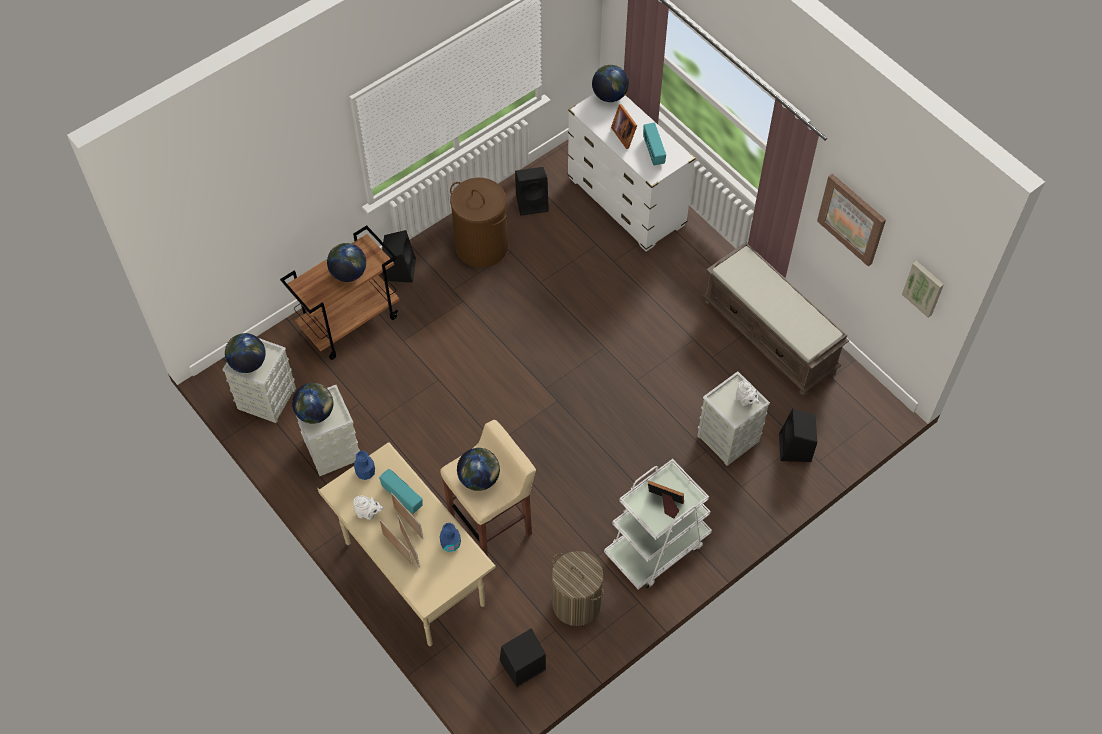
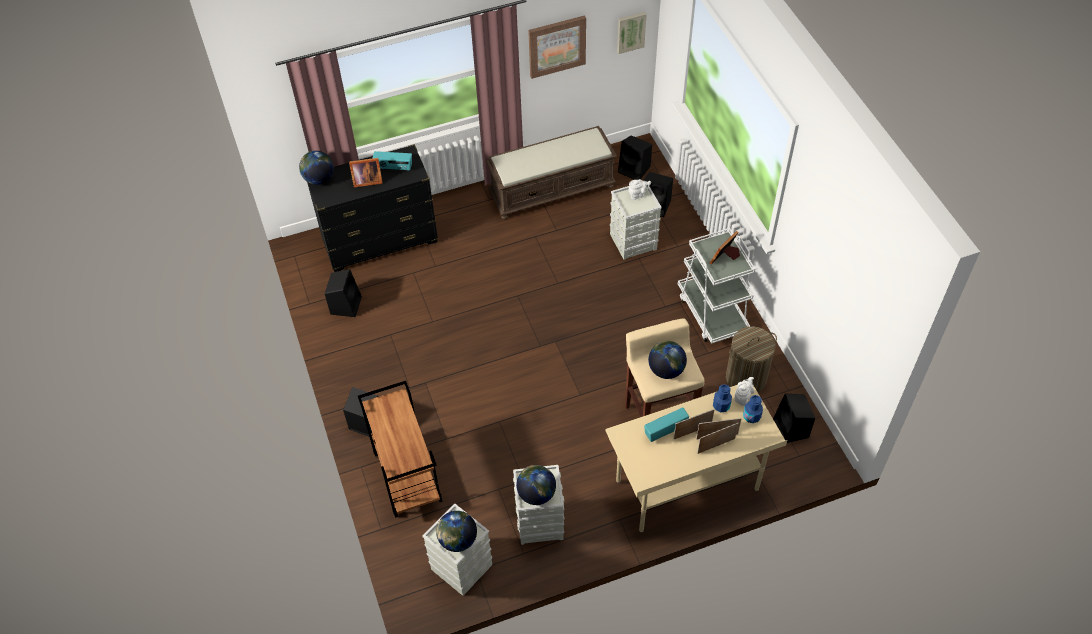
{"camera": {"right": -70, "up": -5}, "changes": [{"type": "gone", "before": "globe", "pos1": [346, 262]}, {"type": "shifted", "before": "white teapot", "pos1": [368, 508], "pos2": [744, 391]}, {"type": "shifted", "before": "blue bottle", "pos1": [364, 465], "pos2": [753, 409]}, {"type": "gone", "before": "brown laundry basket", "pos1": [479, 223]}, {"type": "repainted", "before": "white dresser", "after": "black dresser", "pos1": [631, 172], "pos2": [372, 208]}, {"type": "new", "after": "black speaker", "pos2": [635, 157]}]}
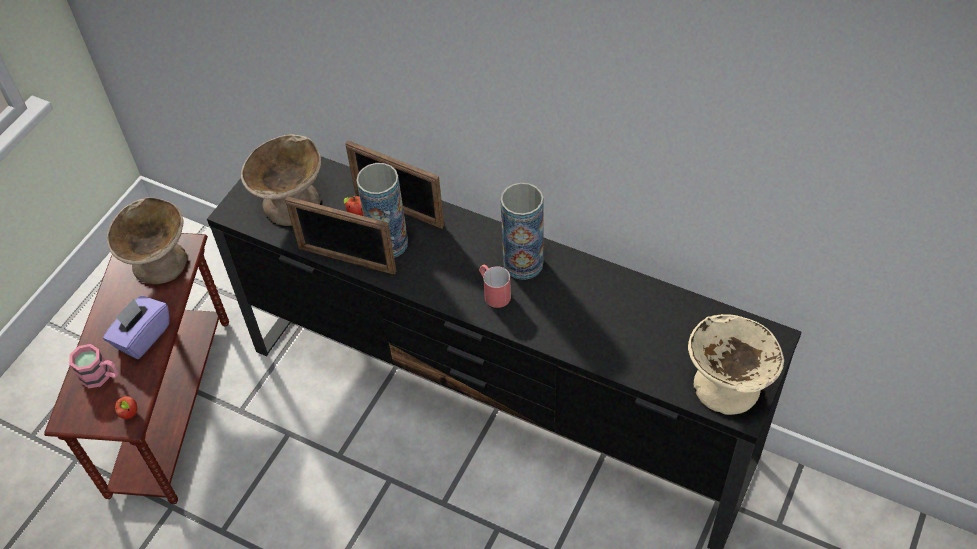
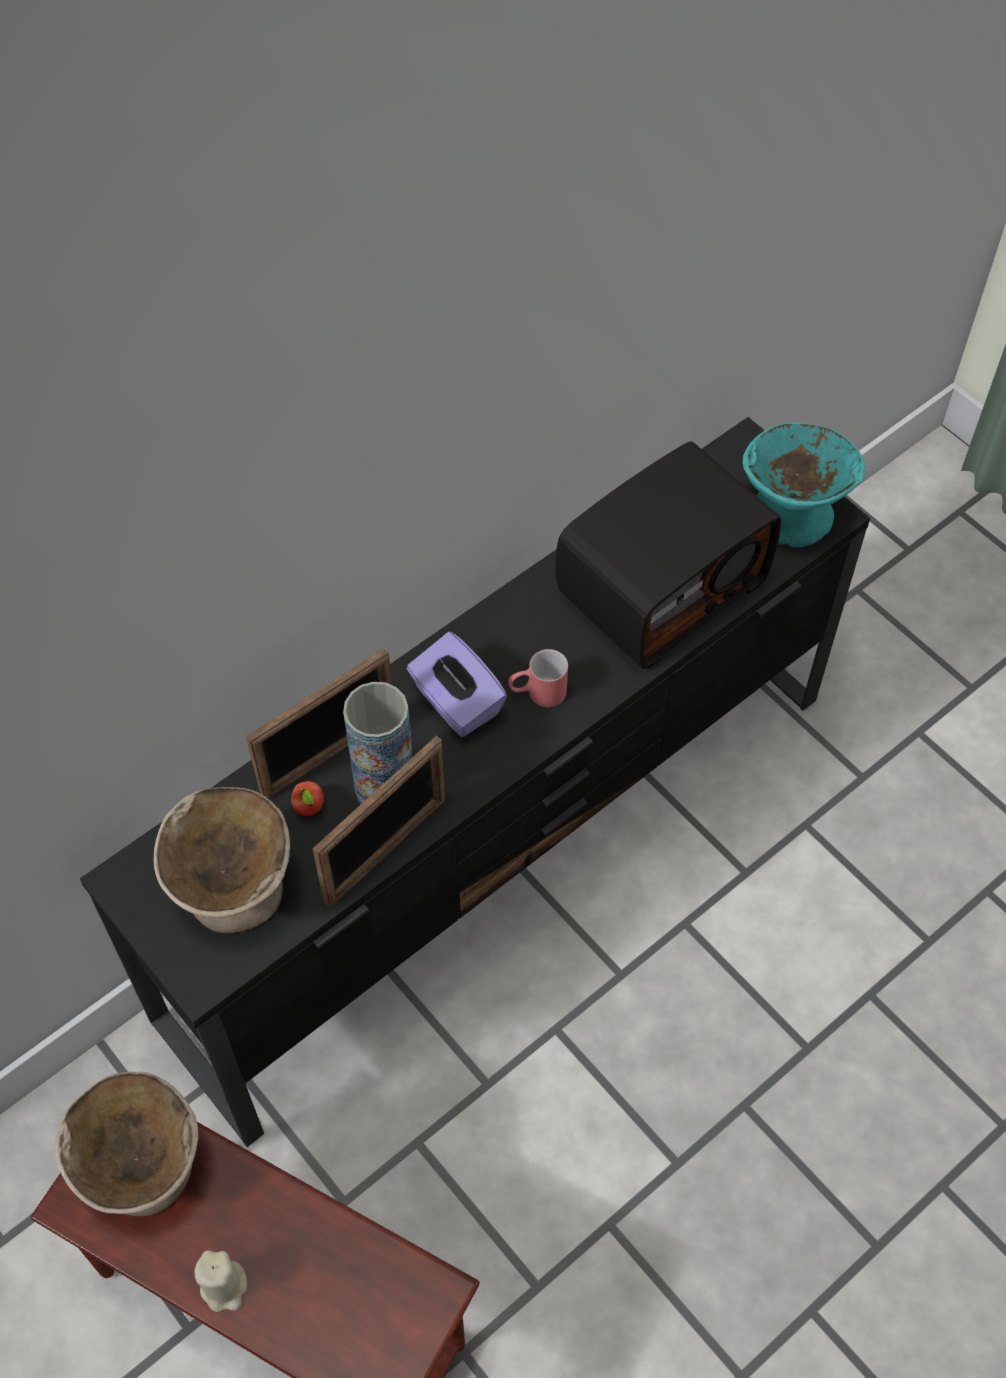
{"camera": {"right": -70, "up": 5}, "changes": [{"type": "gone", "before": "pink mug", "pos1": [94, 366]}, {"type": "shifted", "before": "purple tissue box", "pos1": [136, 327], "pos2": [457, 684]}, {"type": "gone", "before": "apple", "pos1": [126, 407]}, {"type": "gone", "before": "vase", "pos1": [522, 231]}, {"type": "repainted", "before": "beige bowl", "after": "turquoise bowl", "pos1": [736, 364], "pos2": [804, 485]}, {"type": "new", "after": "beige candle", "pos2": [221, 1281]}, {"type": "new", "after": "radio", "pos2": [668, 555]}]}
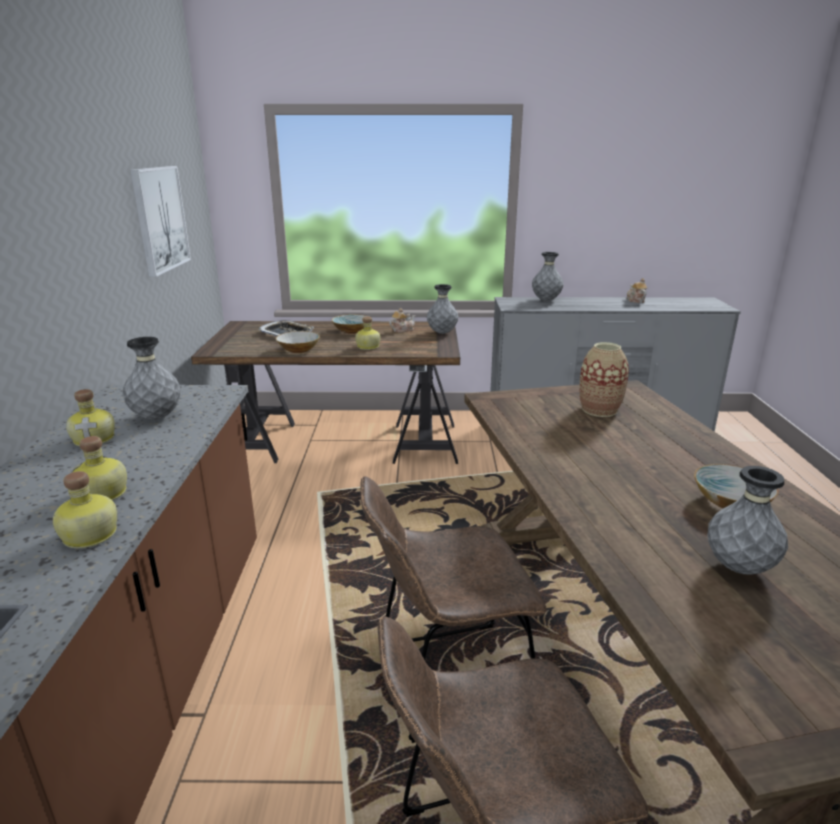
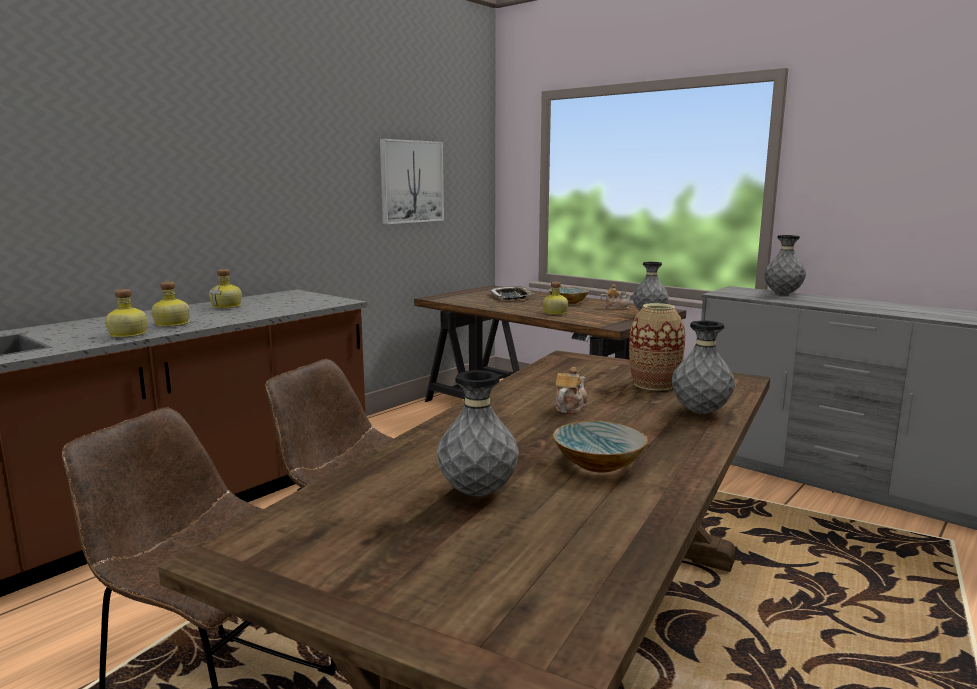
{"camera": {"right": 40, "up": -10}, "changes": [{"type": "shifted", "before": "grey vase", "pos1": [151, 378], "pos2": [703, 367]}, {"type": "gone", "before": "bowl", "pos1": [298, 342]}, {"type": "shifted", "before": "teapot", "pos1": [637, 290], "pos2": [570, 390]}]}
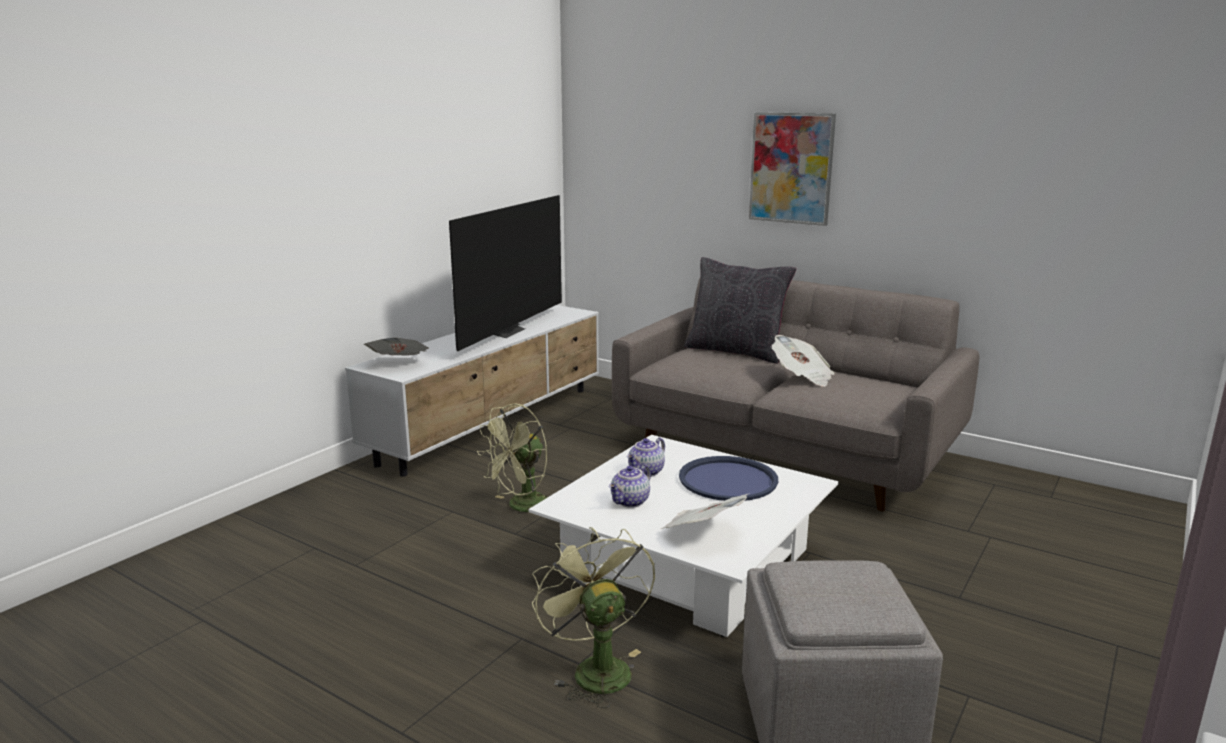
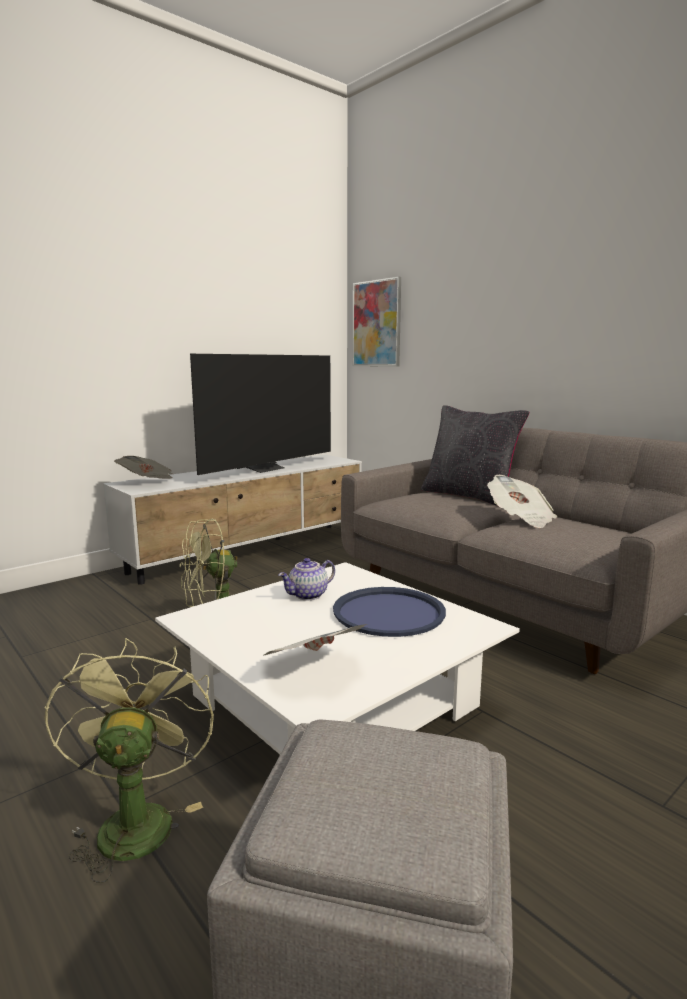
{"camera": {"right": 15, "up": -5}, "changes": [{"type": "gone", "before": "teapot", "pos1": [630, 486]}, {"type": "shifted", "before": "picture", "pos1": [792, 169], "pos2": [377, 322]}]}
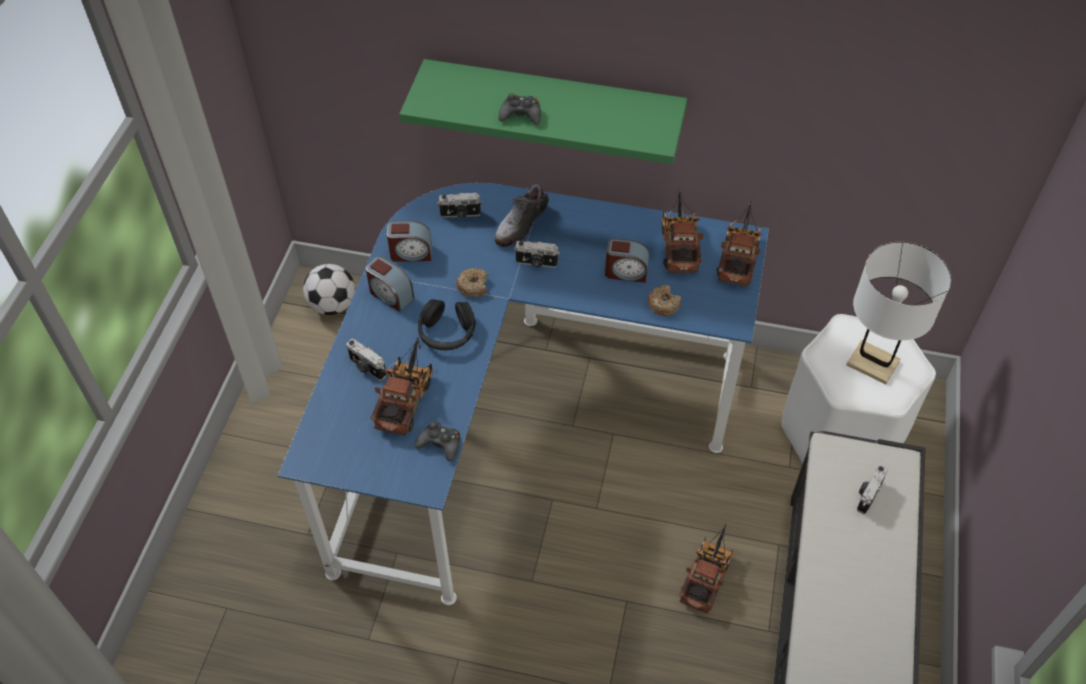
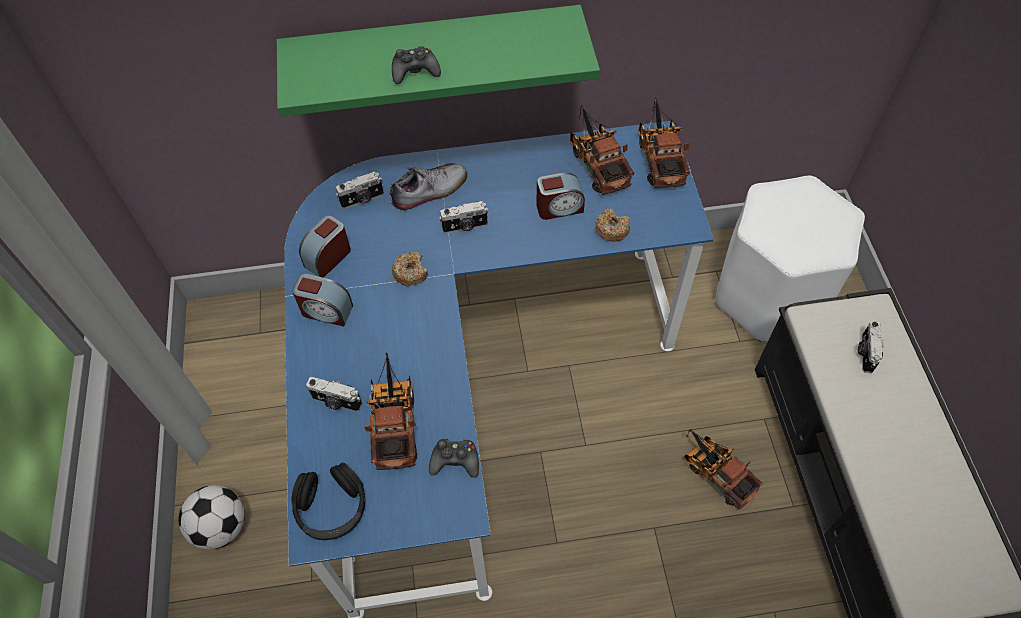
{"camera": {"right": -20, "up": 5}, "changes": [{"type": "shifted", "before": "football", "pos1": [329, 289], "pos2": [212, 517]}, {"type": "rotated", "before": "alarm clock", "pos1": [409, 241], "pos2": [325, 247], "turn": 150}, {"type": "shifted", "before": "black headphones", "pos1": [447, 324], "pos2": [328, 501]}, {"type": "rotated", "before": "shoe", "pos1": [522, 215], "pos2": [428, 187], "turn": -135}, {"type": "rotated", "before": "toy truck", "pos1": [706, 568], "pos2": [723, 469], "turn": -45}, {"type": "gone", "before": "white table lamp", "pos1": [898, 313]}]}
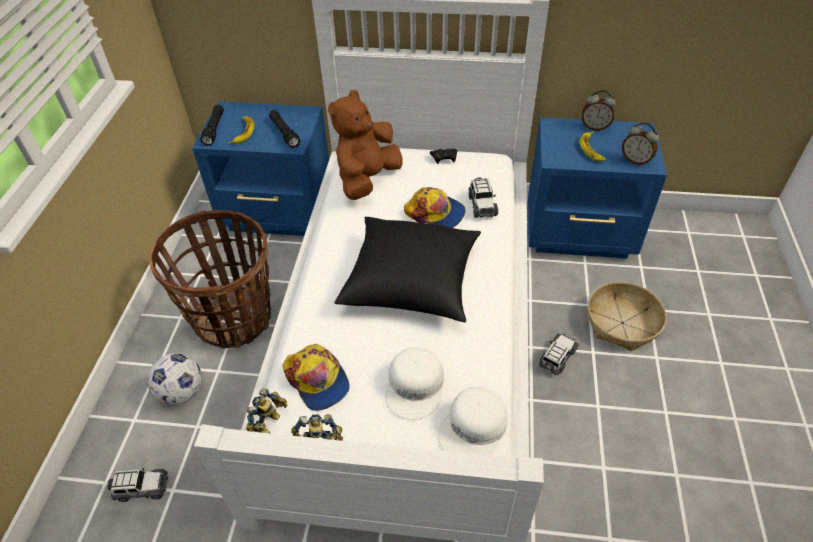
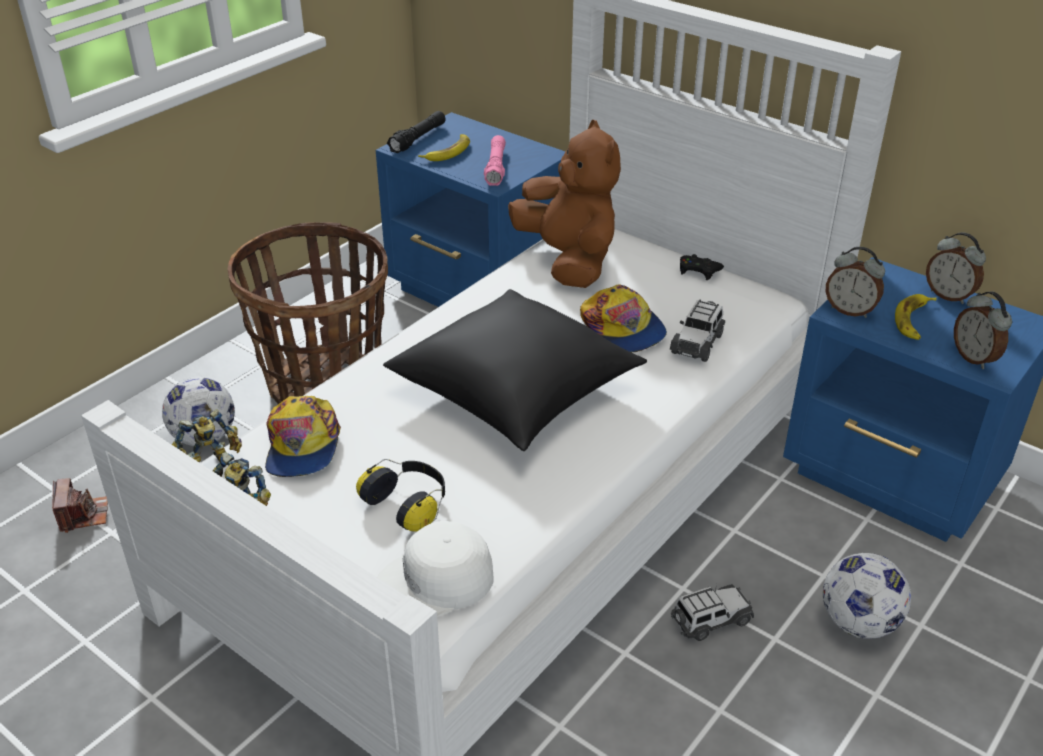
{"camera": {"right": 30, "up": -10}, "changes": [{"type": "swapped", "before": "toy car", "after": "photo camera", "pos1": [137, 485], "pos2": [80, 505]}, {"type": "repainted", "before": "black flashlight", "after": "pink flashlight", "pos1": [284, 129], "pos2": [495, 160]}, {"type": "rotated", "before": "brown plush toy", "pos1": [365, 145], "pos2": [564, 204], "turn": 90}, {"type": "swapped", "before": "white cap", "after": "headphones", "pos1": [414, 383], "pos2": [400, 495]}, {"type": "swapped", "before": "basket", "after": "football", "pos1": [627, 316], "pos2": [867, 596]}, {"type": "new", "after": "alarm clock", "pos2": [855, 282]}]}
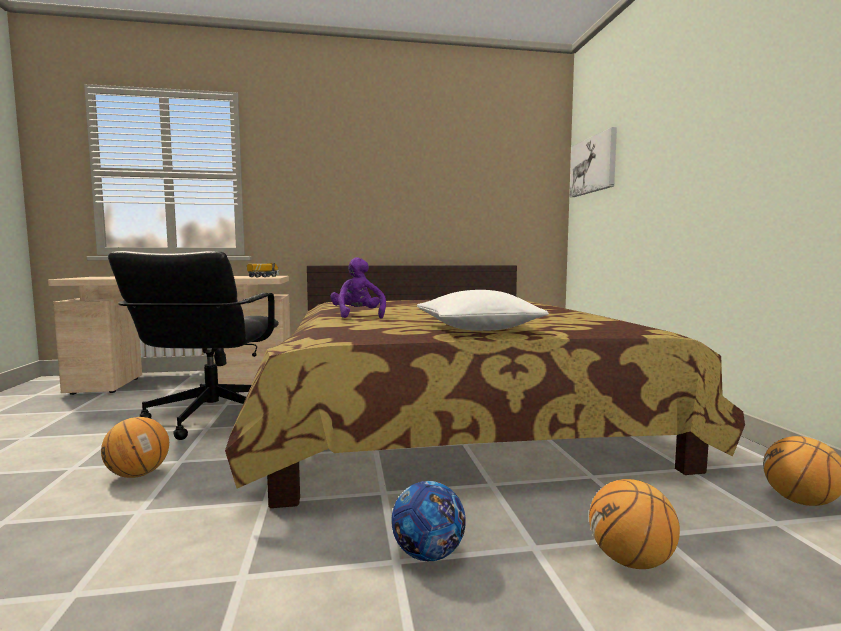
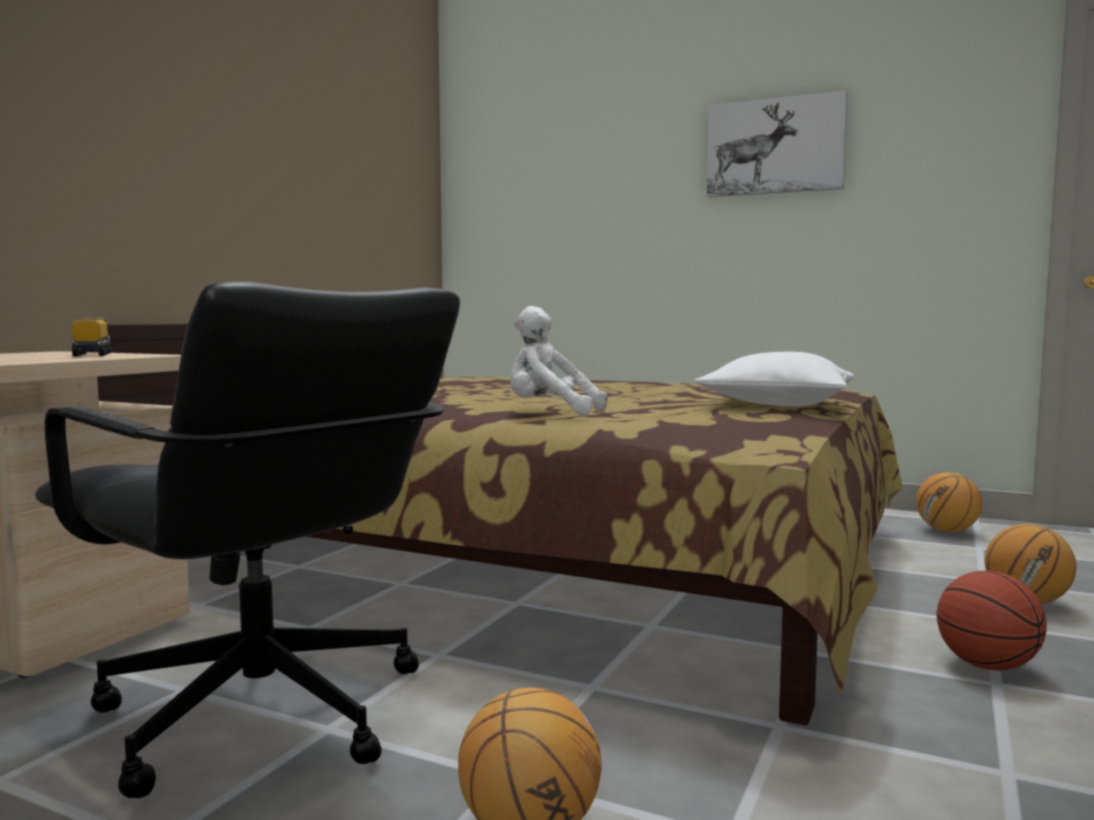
{"camera": {"right": -55, "up": 0}, "changes": [{"type": "repainted", "before": "purple plush toy", "after": "white plush toy", "pos1": [358, 288], "pos2": [558, 360]}, {"type": "swapped", "before": "football", "after": "basketball", "pos1": [429, 521], "pos2": [992, 621]}, {"type": "shifted", "before": "picture", "pos1": [593, 162], "pos2": [777, 143]}]}
